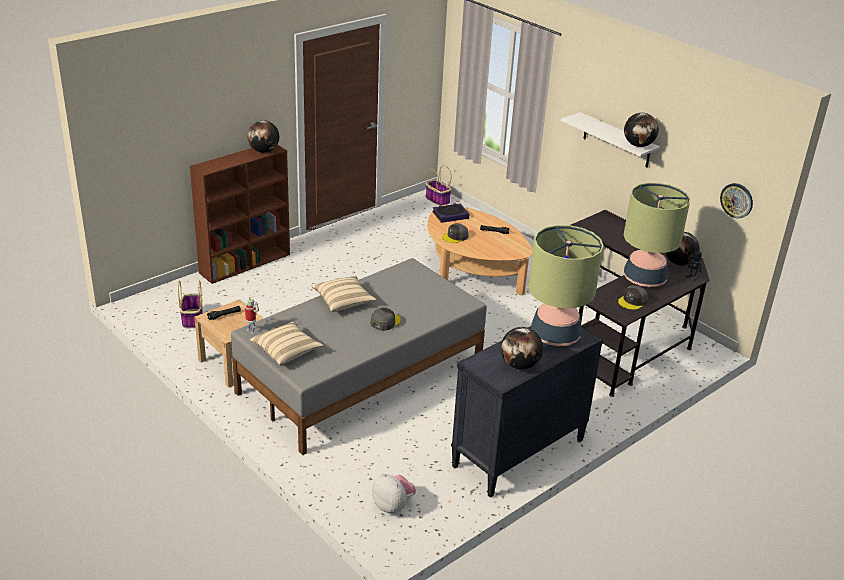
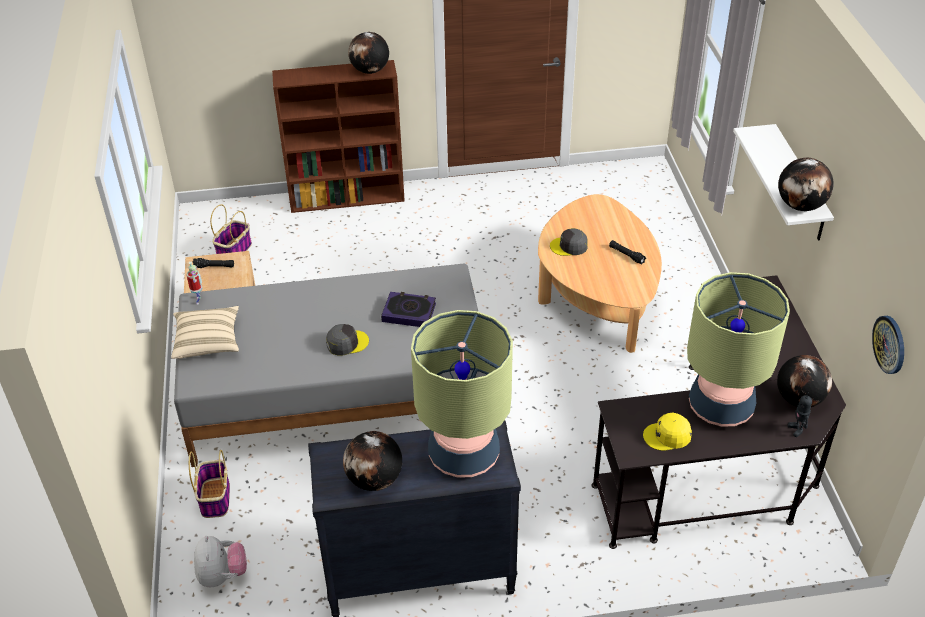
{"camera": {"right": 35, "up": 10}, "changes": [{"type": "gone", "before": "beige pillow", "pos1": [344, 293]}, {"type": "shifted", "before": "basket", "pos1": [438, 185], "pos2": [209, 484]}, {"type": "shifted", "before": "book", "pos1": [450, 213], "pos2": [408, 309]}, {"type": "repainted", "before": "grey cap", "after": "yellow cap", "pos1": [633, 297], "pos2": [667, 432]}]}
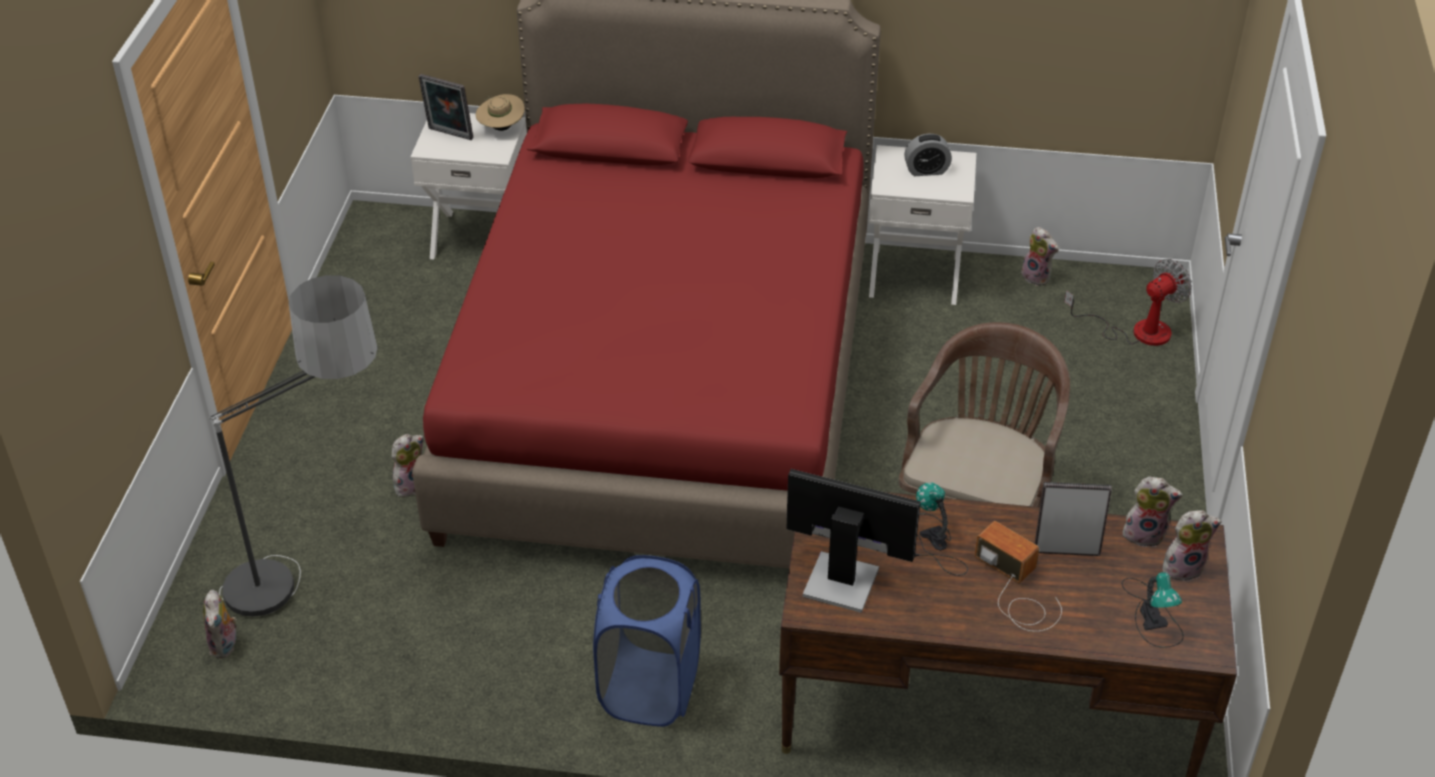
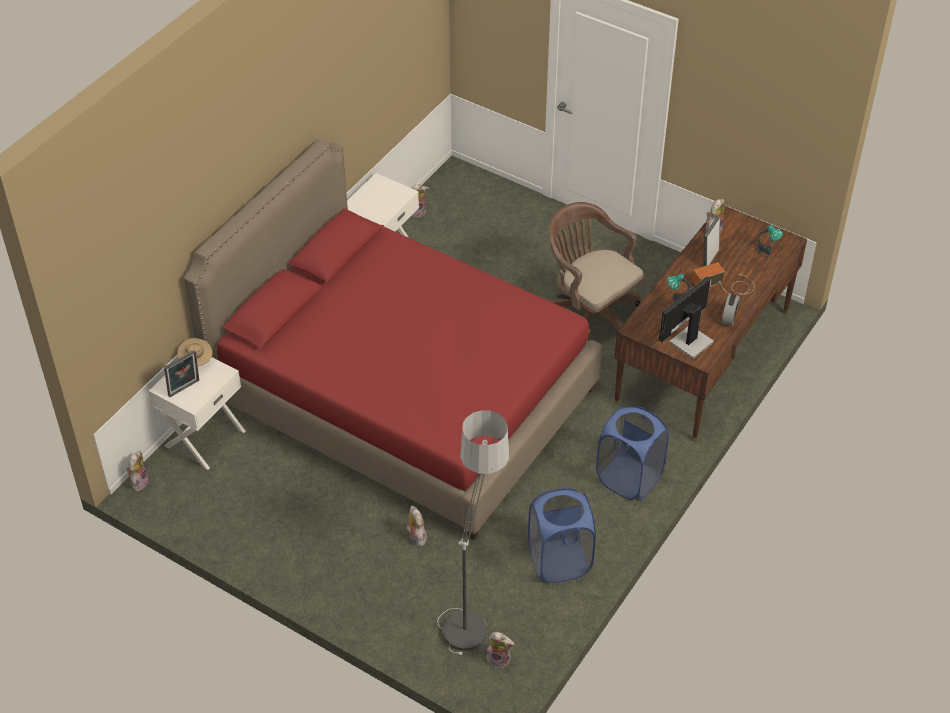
{"camera": {"right": -65, "up": 5}, "changes": [{"type": "shifted", "before": "alarm clock", "pos1": [928, 155], "pos2": [731, 310]}, {"type": "gone", "before": "fan", "pos1": [1128, 302]}, {"type": "shifted", "before": "plush toy", "pos1": [1192, 545], "pos2": [137, 471]}, {"type": "new", "after": "blue laundry basket", "pos2": [562, 535]}]}
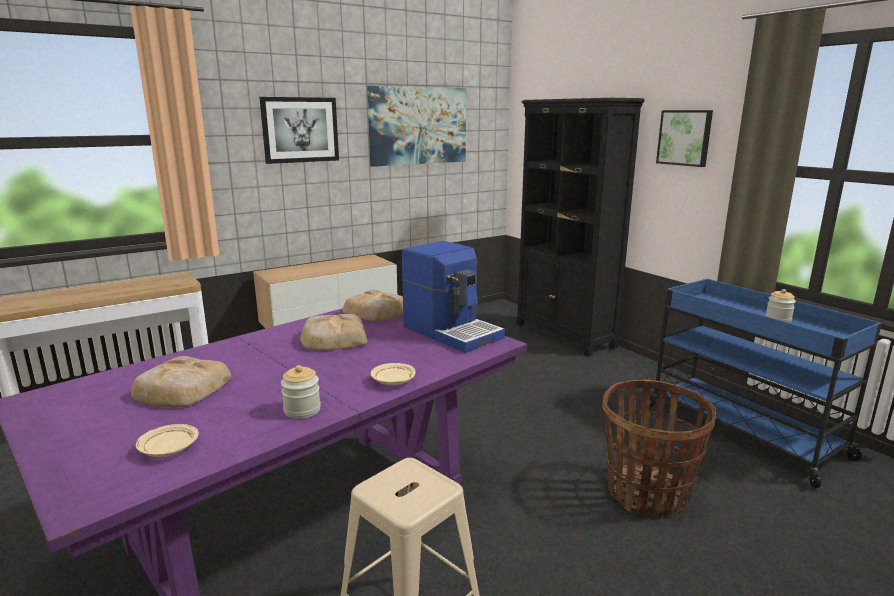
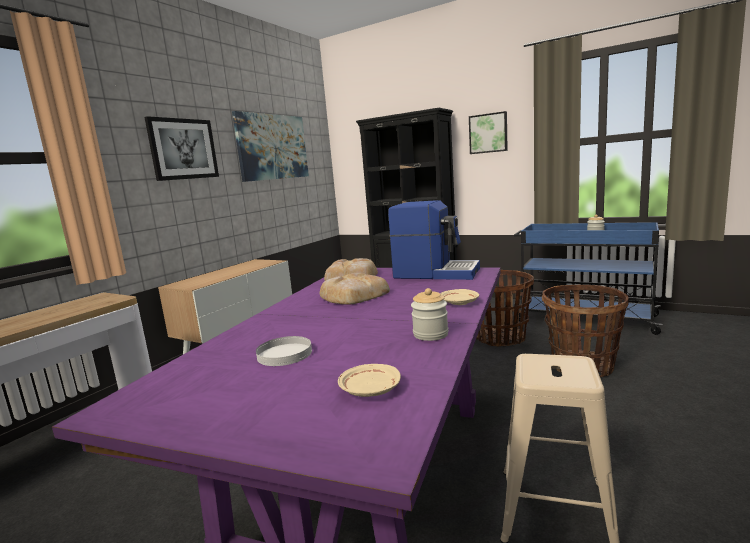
{"camera": {"right": -25, "up": -5}, "changes": [{"type": "swapped", "before": "bread", "after": "white plate", "pos1": [181, 382], "pos2": [284, 351]}, {"type": "new", "after": "basket", "pos2": [505, 308]}]}
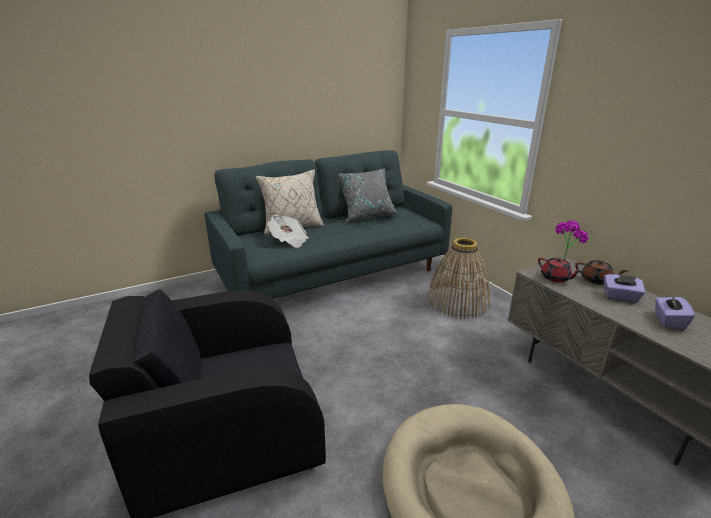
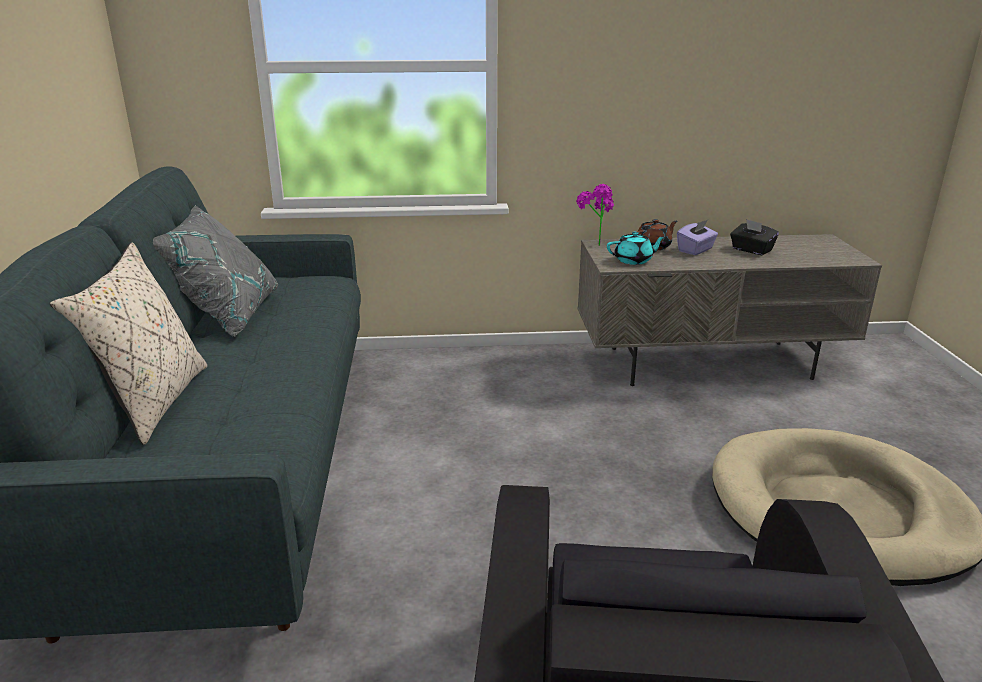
{"camera": {"right": -65, "up": 0}, "changes": [{"type": "gone", "before": "newspaper", "pos1": [288, 231]}, {"type": "gone", "before": "basket", "pos1": [458, 278]}, {"type": "repainted", "before": "red teapot", "after": "turquoise teapot", "pos1": [560, 270], "pos2": [636, 248]}, {"type": "repainted", "before": "purple tissue box", "after": "black tissue box", "pos1": [675, 312], "pos2": [754, 237]}]}
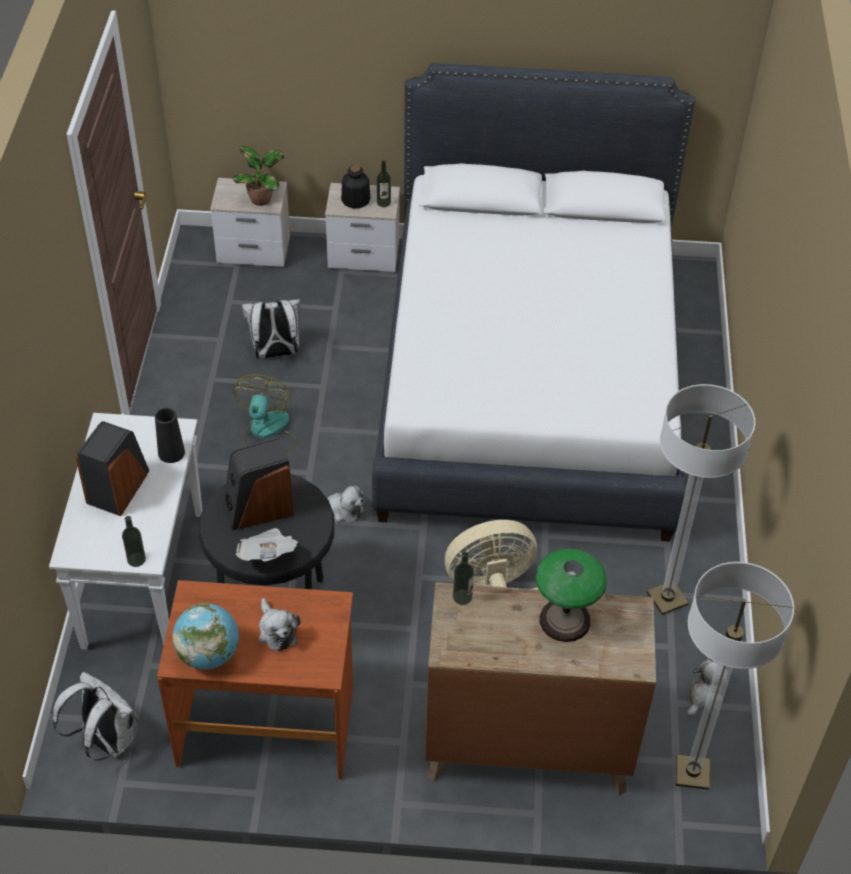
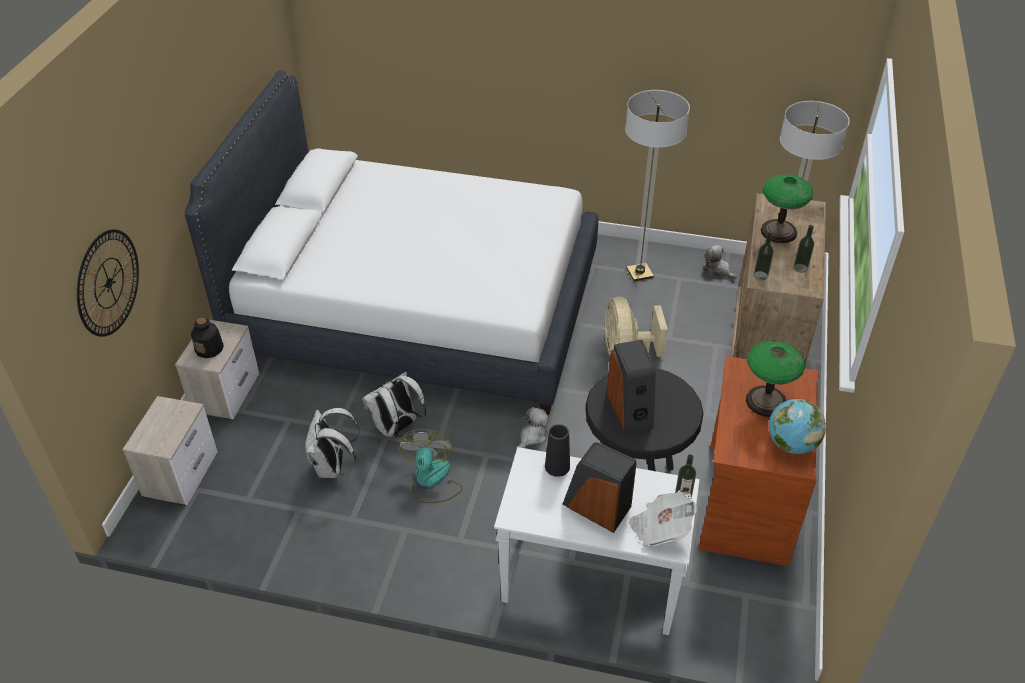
{"camera": {"right": -80, "up": -5}, "changes": [{"type": "shifted", "before": "white backpack", "pos1": [95, 716], "pos2": [394, 404]}, {"type": "gone", "before": "potted plant", "pos1": [258, 176]}, {"type": "rotated", "before": "fan", "pos1": [265, 413], "pos2": [430, 466], "turn": 75}, {"type": "shifted", "before": "newspaper", "pos1": [267, 545], "pos2": [663, 519]}, {"type": "swapped", "before": "plush toy", "after": "table lamp", "pos1": [280, 624], "pos2": [775, 379]}, {"type": "shifted", "before": "bottle", "pos1": [384, 183], "pos2": [804, 249]}, {"type": "new", "after": "wall clock", "pos2": [108, 283]}]}
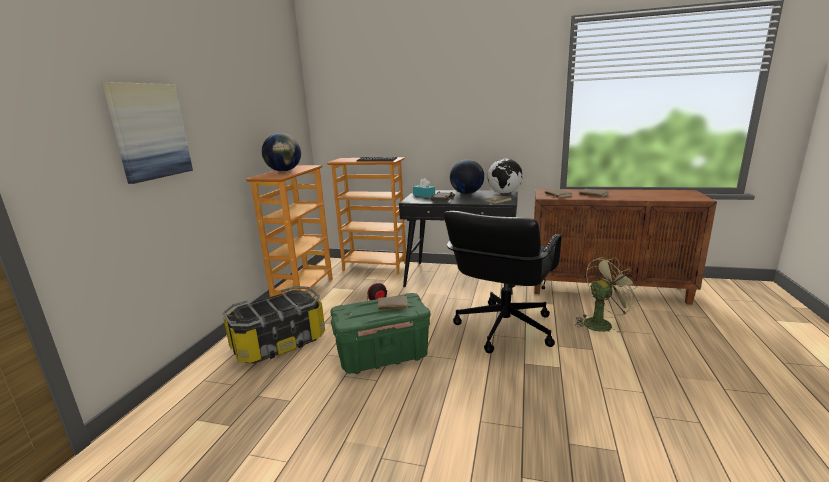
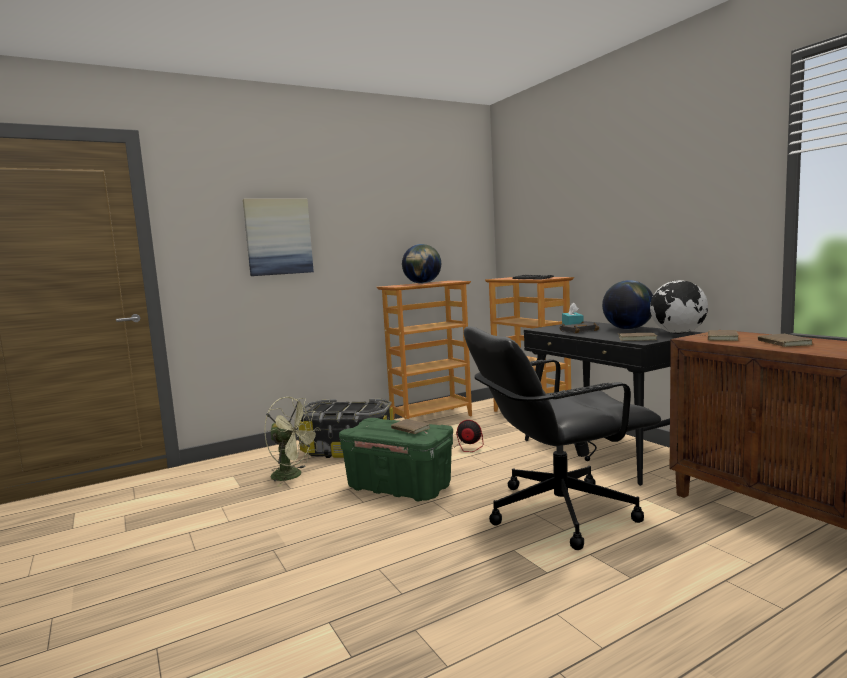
{"camera": {"right": 45, "up": -10}, "changes": [{"type": "shifted", "before": "green fan", "pos1": [607, 295], "pos2": [292, 442]}]}
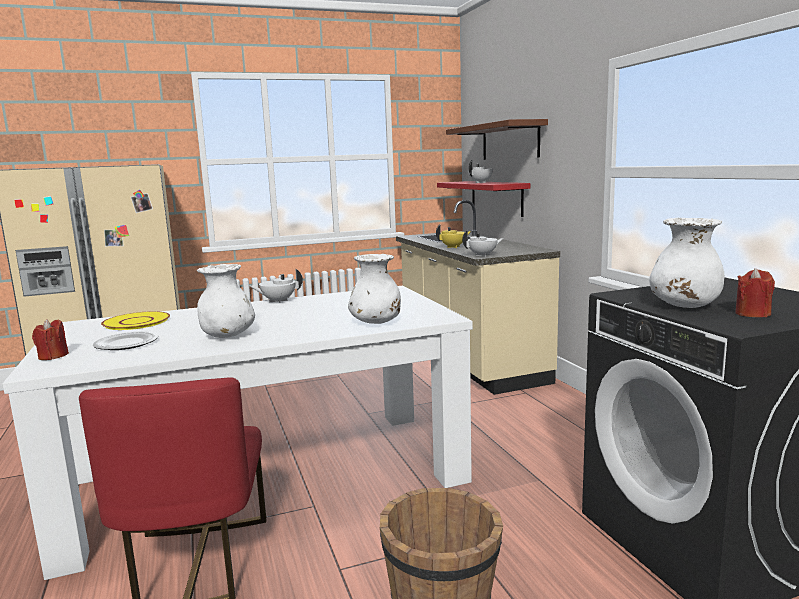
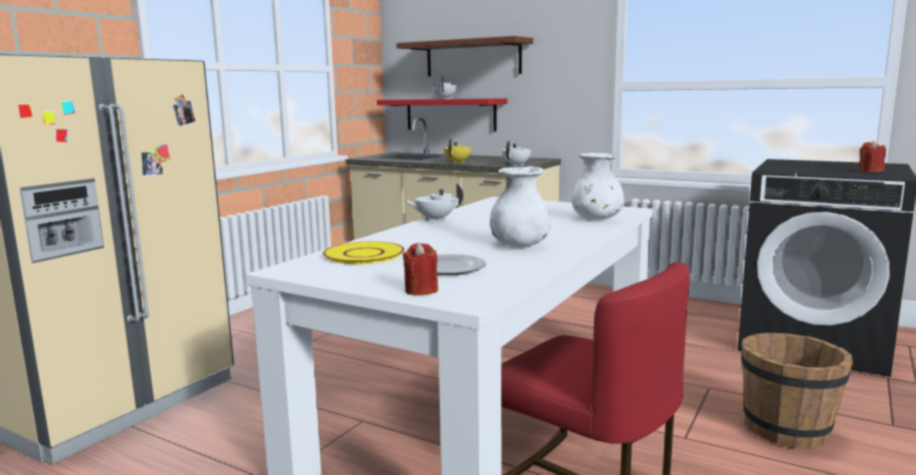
{"camera": {"right": -40, "up": 0}, "changes": [{"type": "rotated", "before": "white teapot", "pos1": [276, 285], "pos2": [433, 203], "turn": 45}, {"type": "gone", "before": "white vase", "pos1": [687, 263]}]}
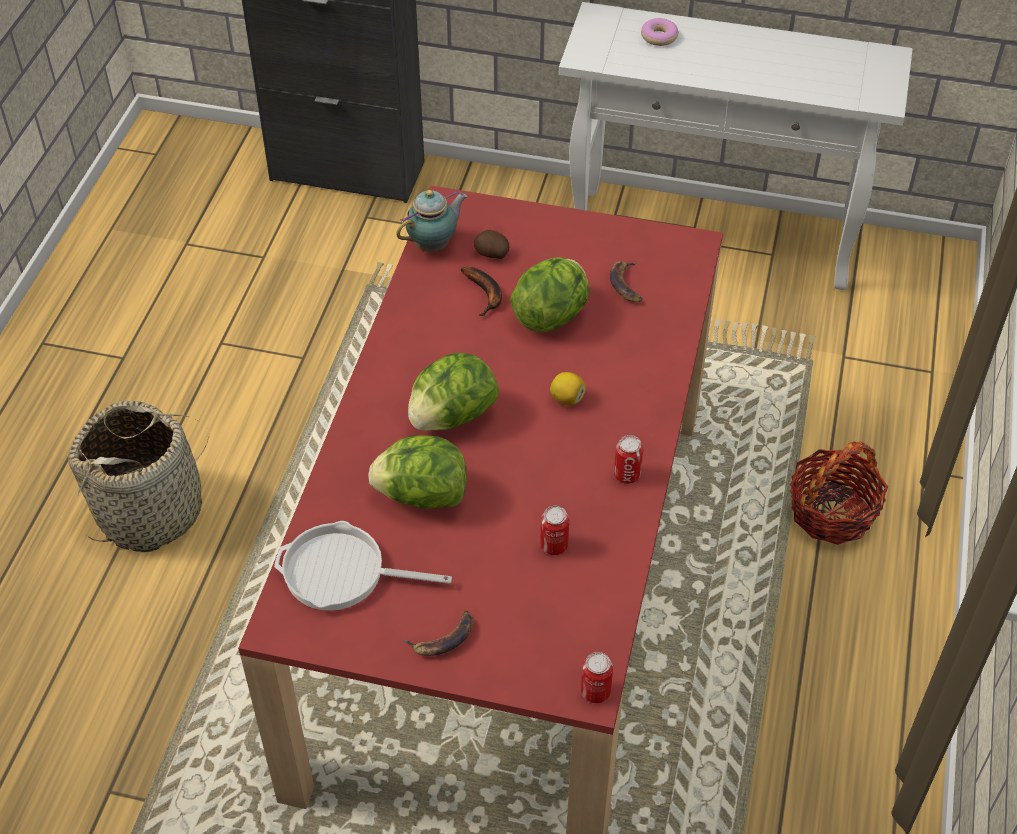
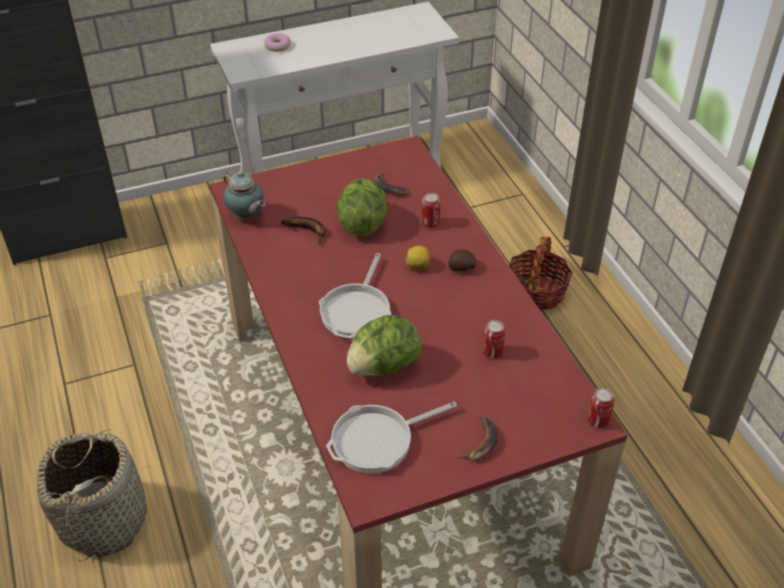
{"camera": {"right": -35, "up": -5}, "changes": [{"type": "rotated", "before": "teapot", "pos1": [432, 221], "pos2": [244, 195], "turn": 120}, {"type": "swapped", "before": "lettuce", "after": "frying pan", "pos1": [453, 392], "pos2": [355, 296]}, {"type": "shifted", "before": "potato", "pos1": [491, 244], "pos2": [462, 260]}, {"type": "shifted", "before": "can", "pos1": [628, 459], "pos2": [430, 210]}]}
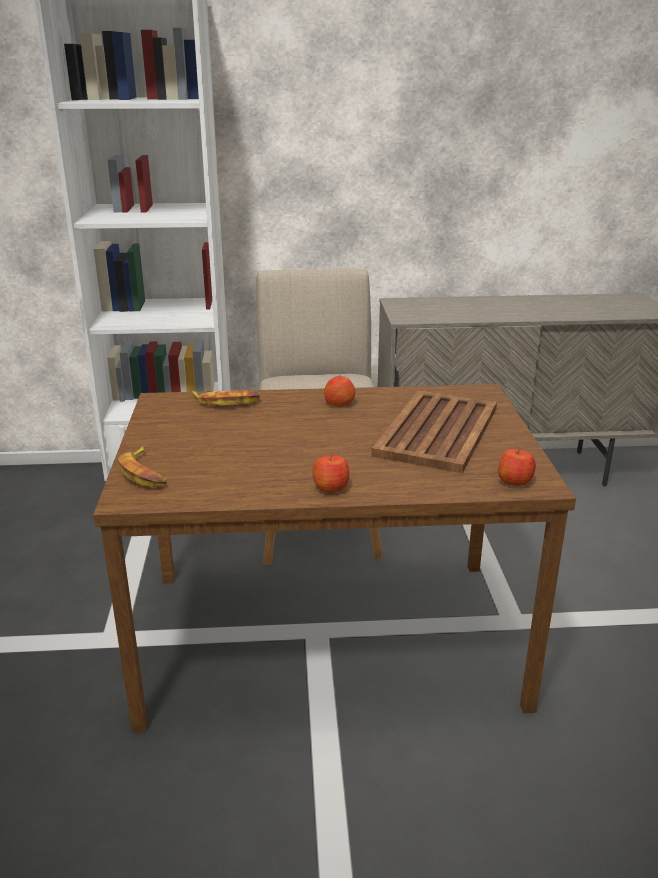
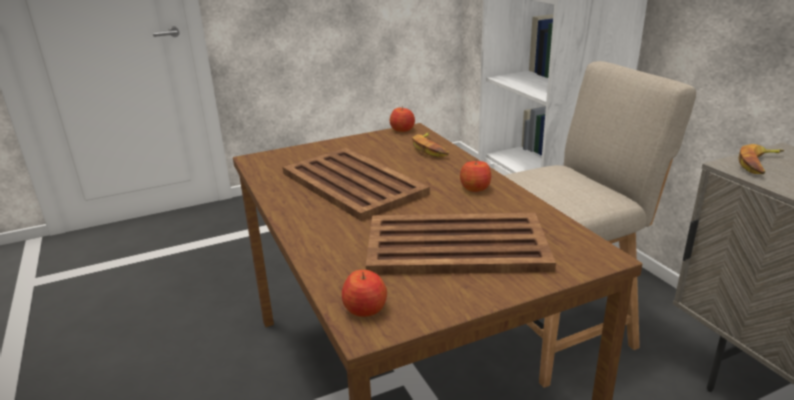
{"camera": {"right": 70, "up": 0}, "changes": [{"type": "shifted", "before": "banana", "pos1": [142, 467], "pos2": [761, 159]}, {"type": "shifted", "before": "apple", "pos1": [331, 473], "pos2": [402, 119]}, {"type": "new", "after": "brown tray", "pos2": [356, 184]}]}
